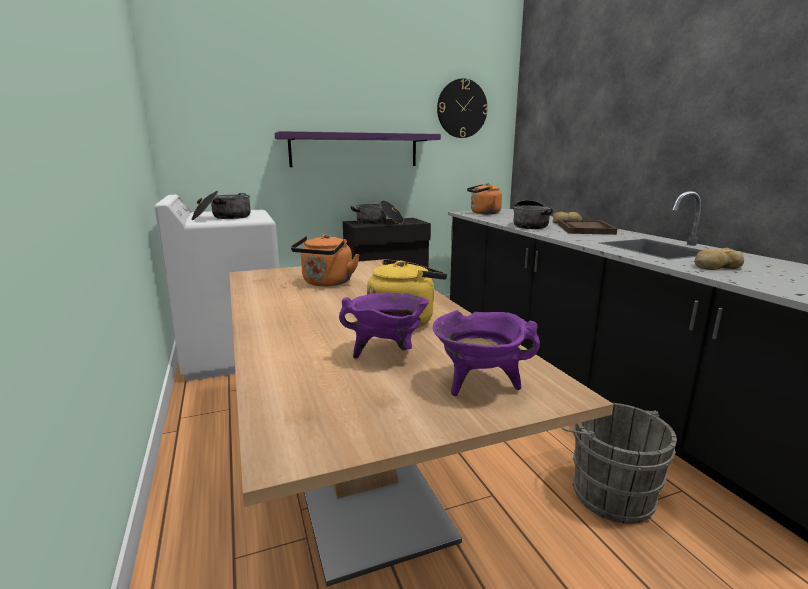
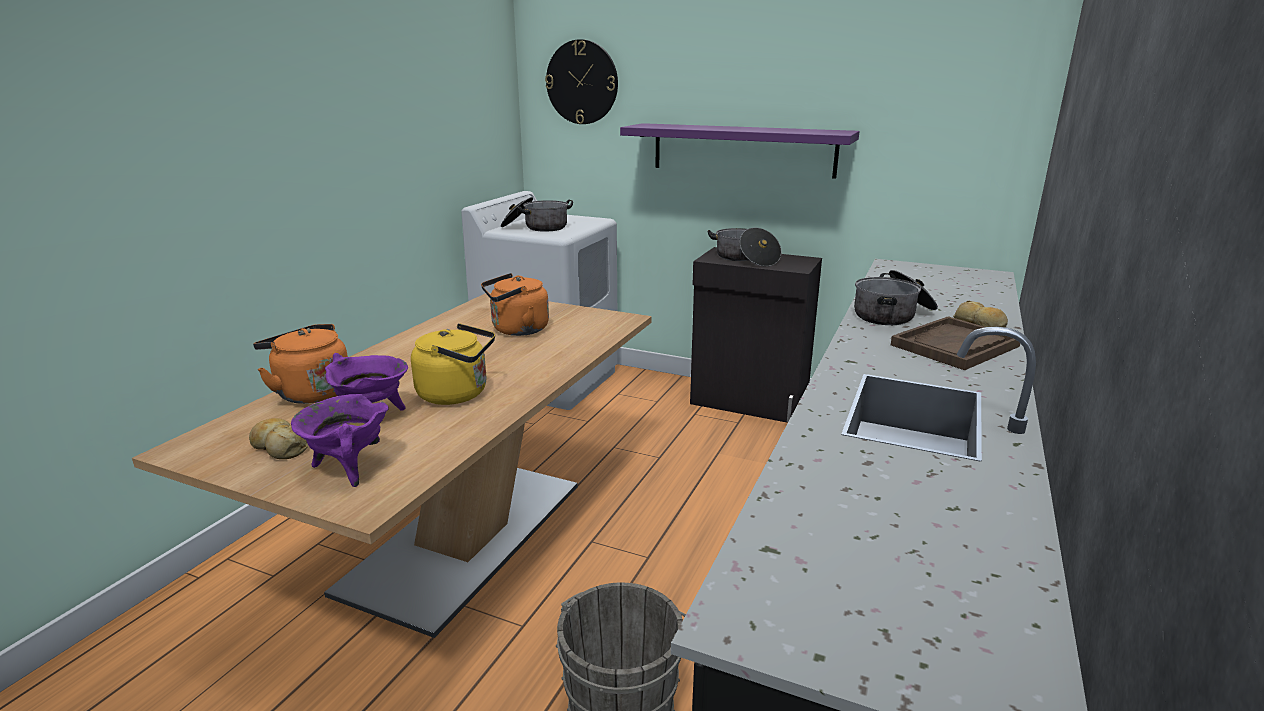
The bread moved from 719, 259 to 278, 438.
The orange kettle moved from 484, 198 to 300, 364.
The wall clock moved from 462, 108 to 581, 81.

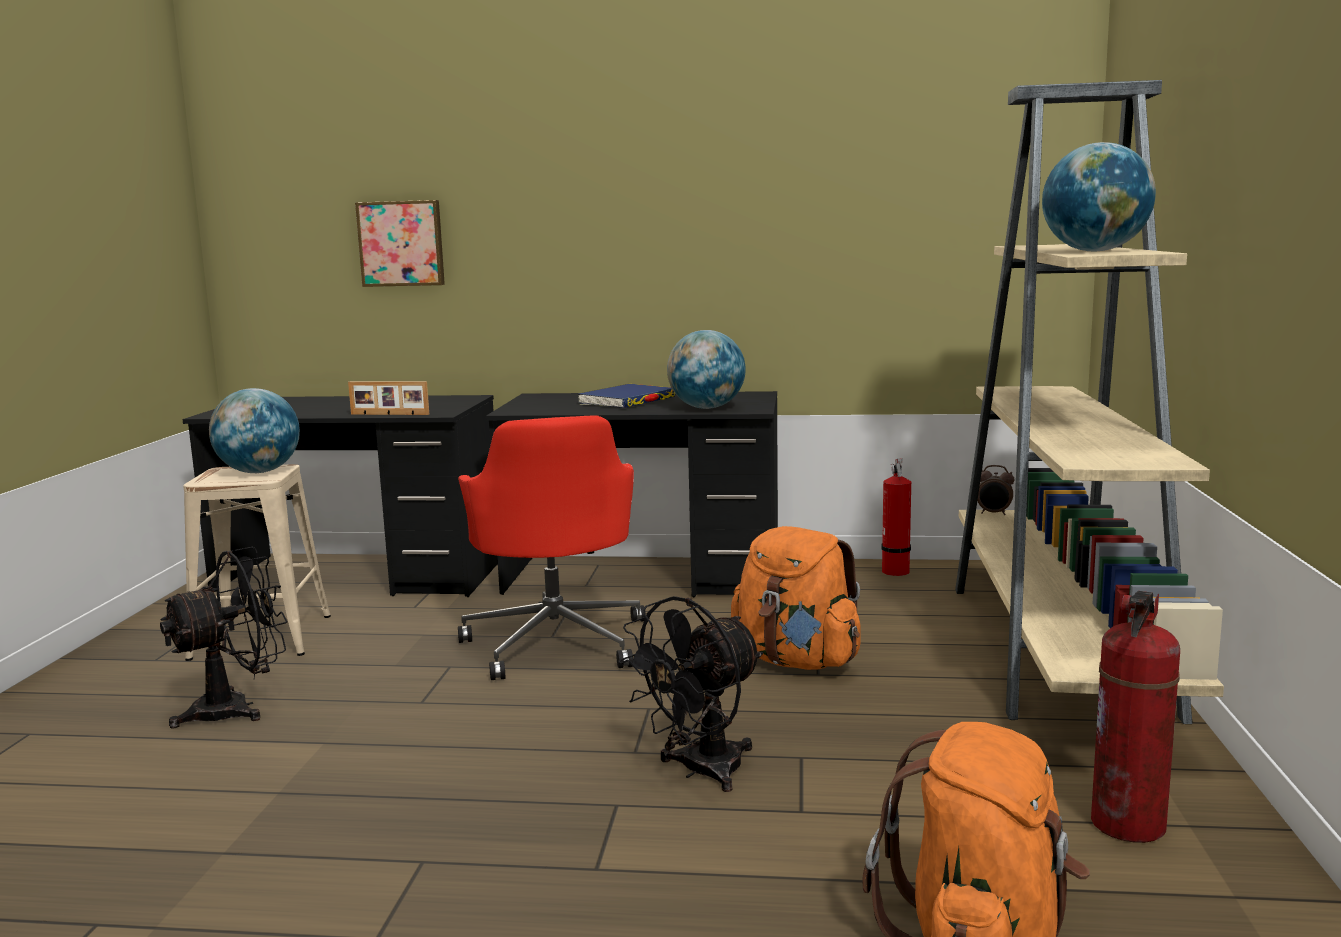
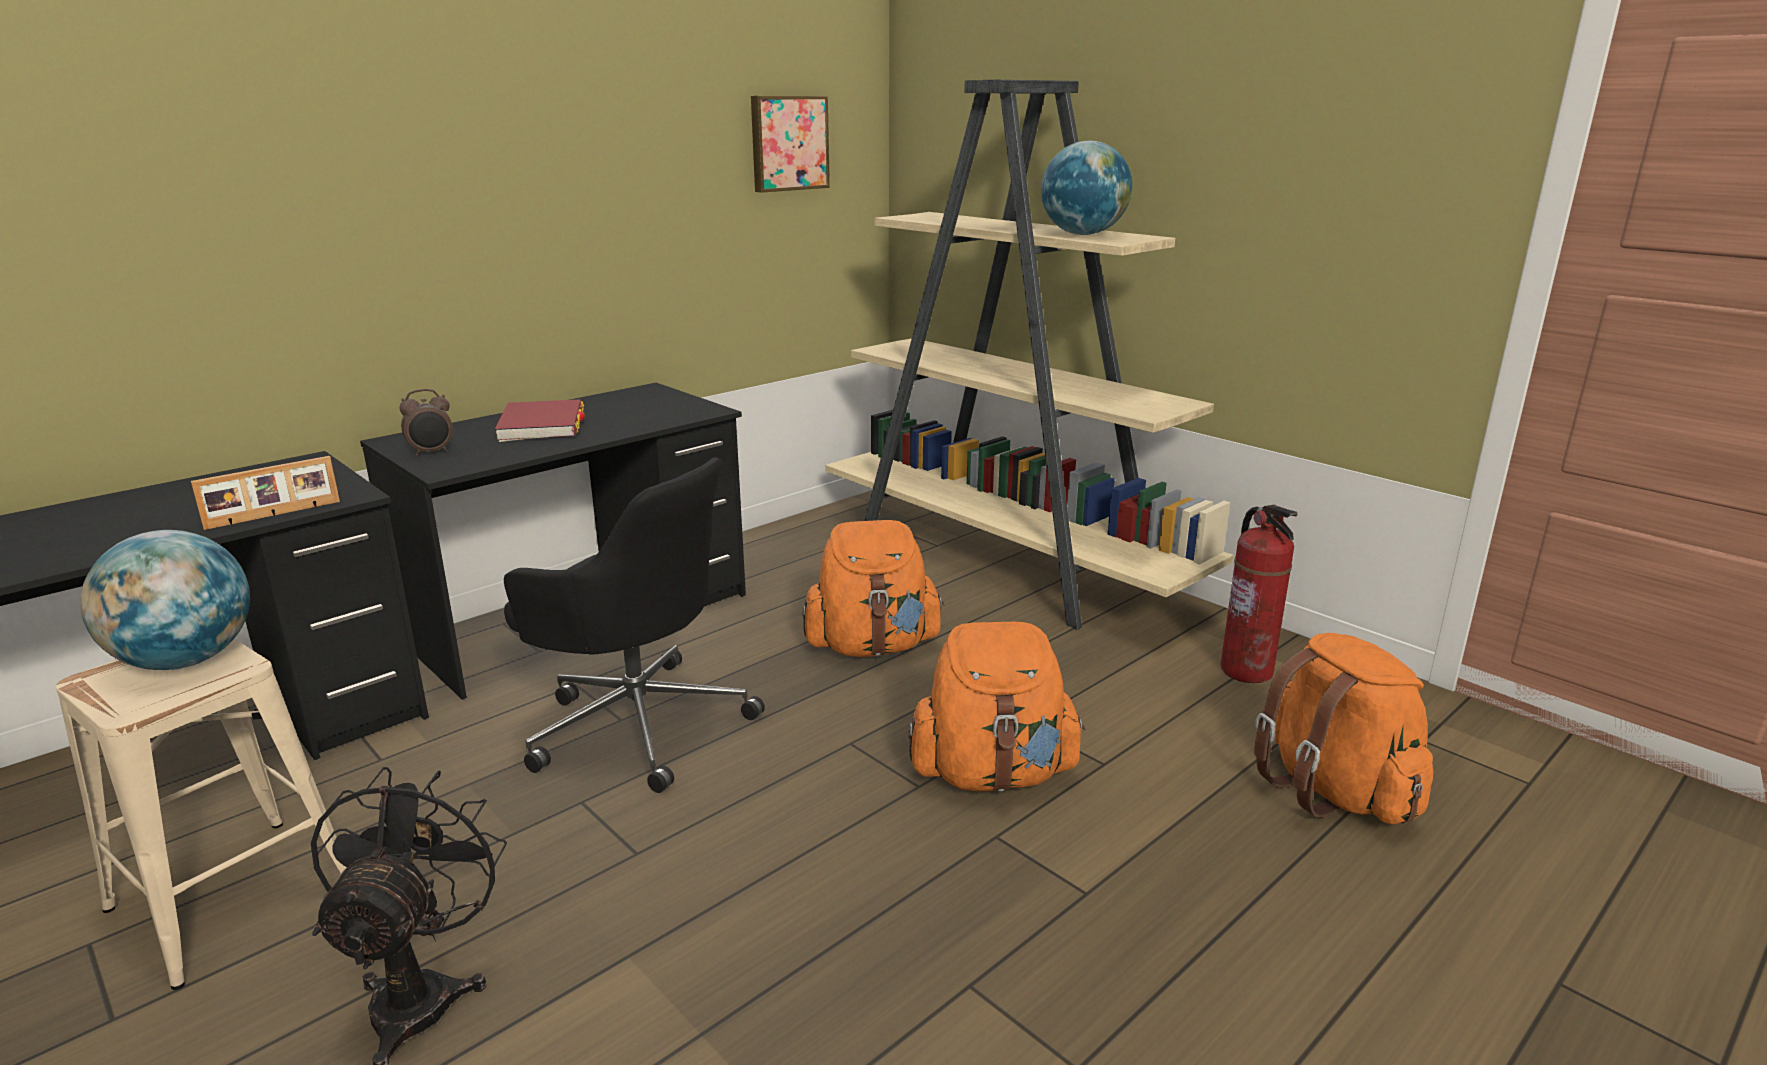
The alarm clock moved from 995, 490 to 426, 422.
The blue book at 627, 396 became the red book at 540, 420.
The red office chair at 551, 547 became the black office chair at 634, 625.
The picture moved from 400, 243 to 790, 144.
The black fan at 690, 694 was replaced by the orange backpack at 996, 707.
The globe at 706, 369 disappeared.
The fire extinguisher at 896, 517 disappeared.

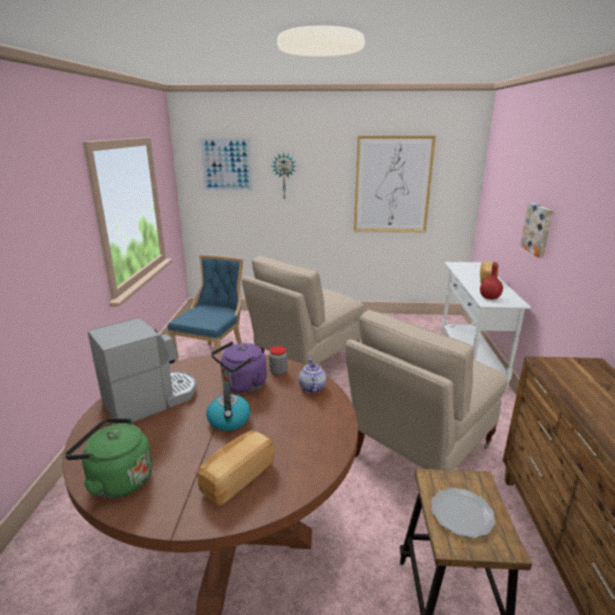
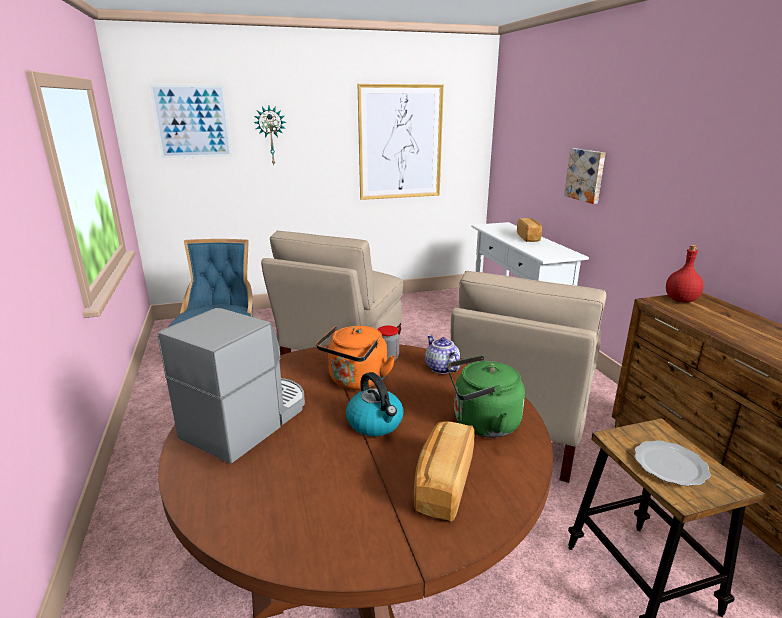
The purple kettle at 239, 367 became the orange kettle at 355, 358.
The green kettle moved from 108, 458 to 486, 396.
The red bottle moved from 491, 281 to 684, 274.

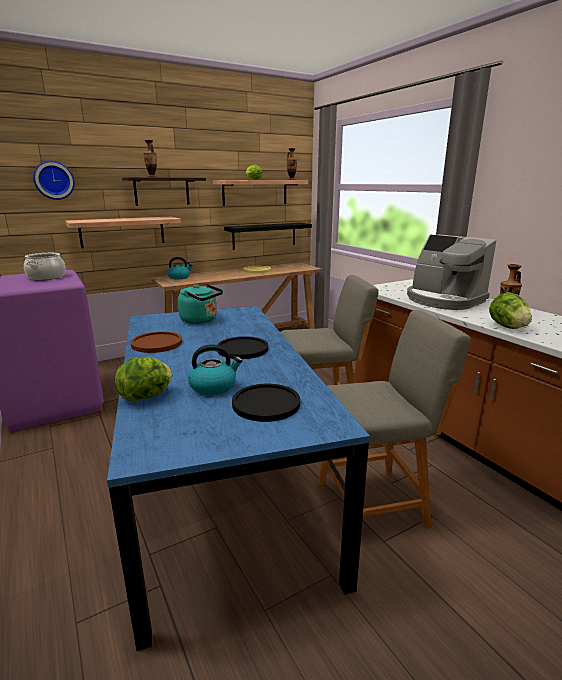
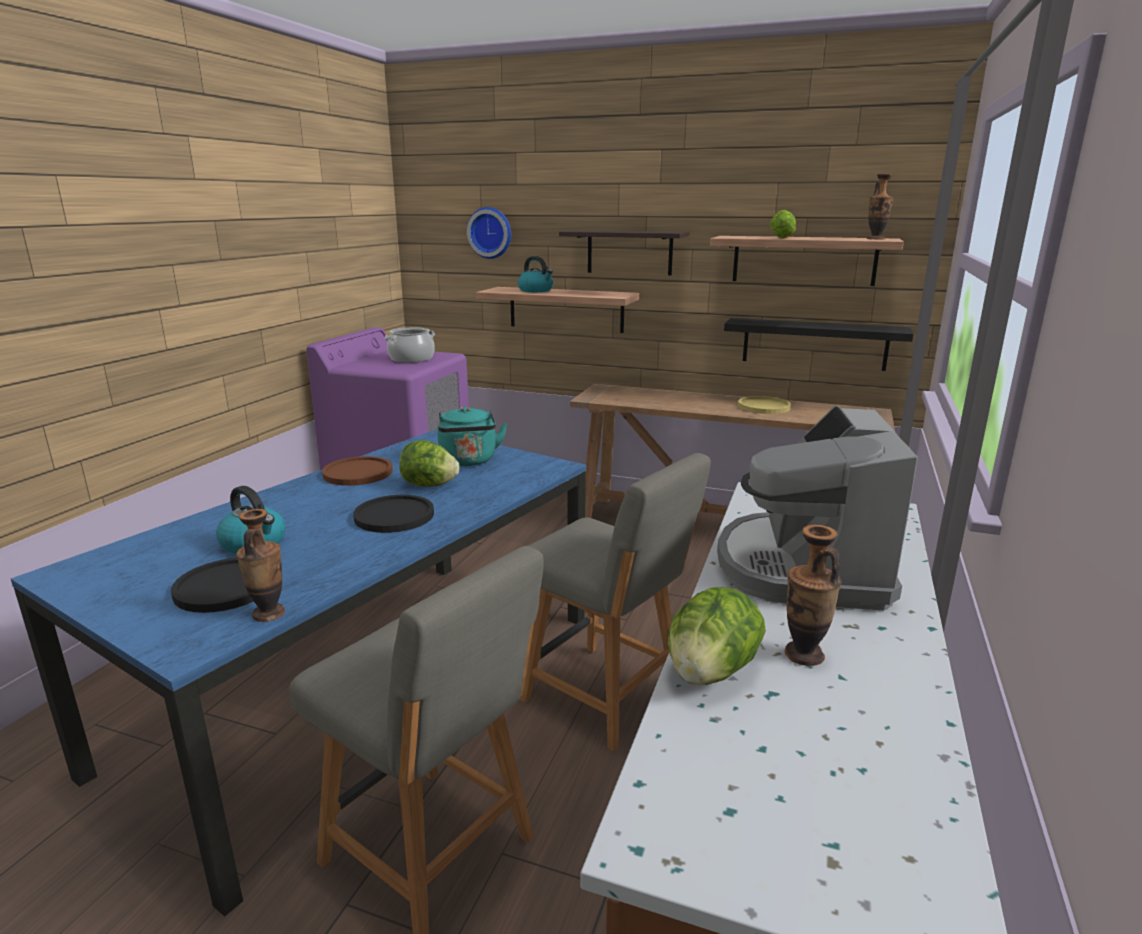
The vase moved from 150, 158 to 260, 565.
The lettuce moved from 143, 379 to 429, 463.
The kettle moved from 180, 268 to 535, 274.

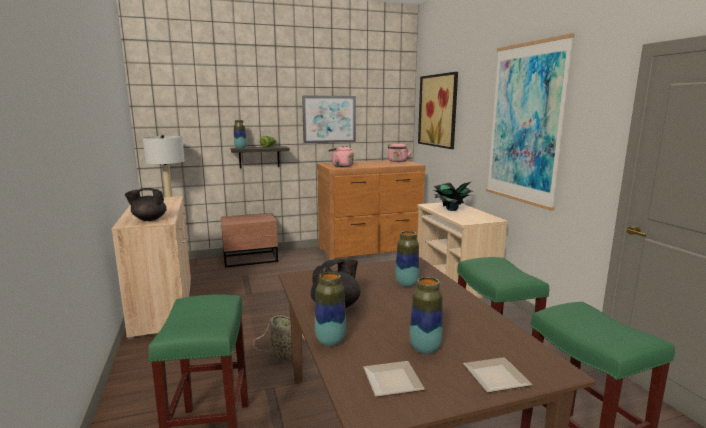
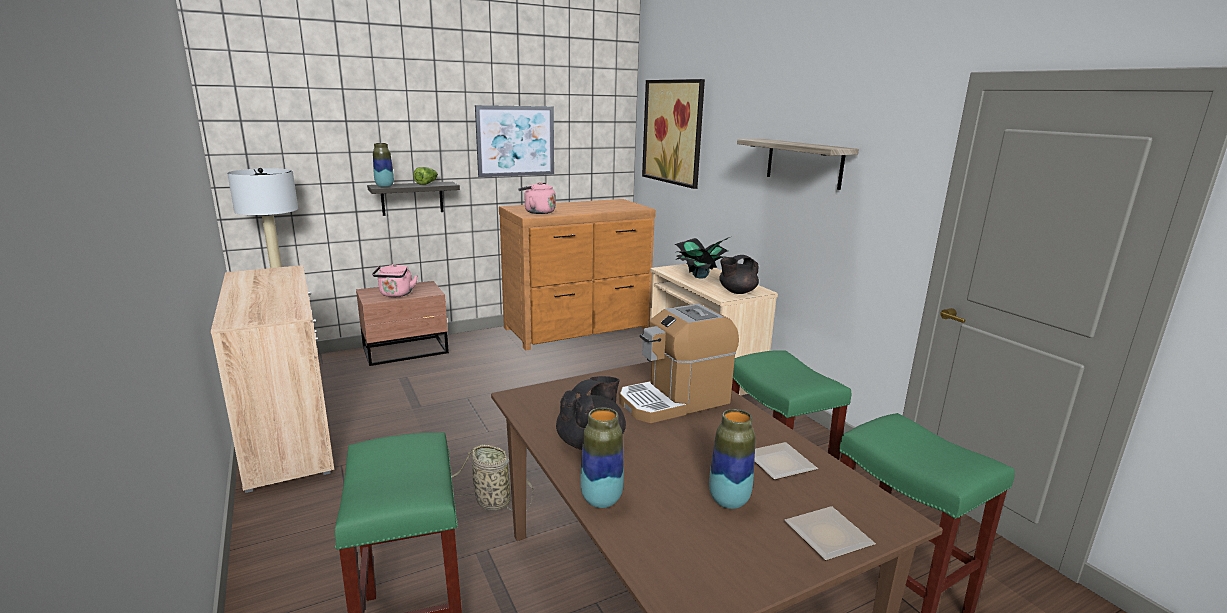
The pink kettle moved from 400, 152 to 395, 280.
The vase at 407, 259 was replaced by the coffee machine at 679, 363.
The black teapot moved from 146, 204 to 739, 274.
The picture at 530, 122 was replaced by the shelf at 798, 164.
The plate moved from 394, 379 to 786, 461.

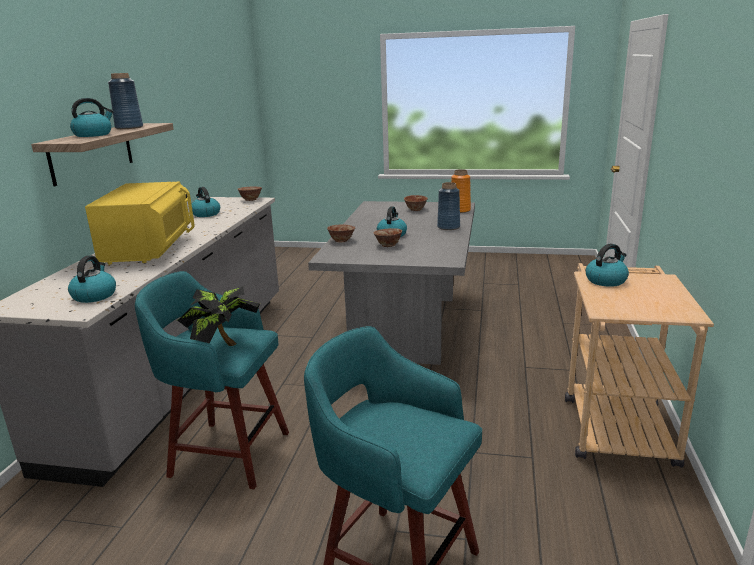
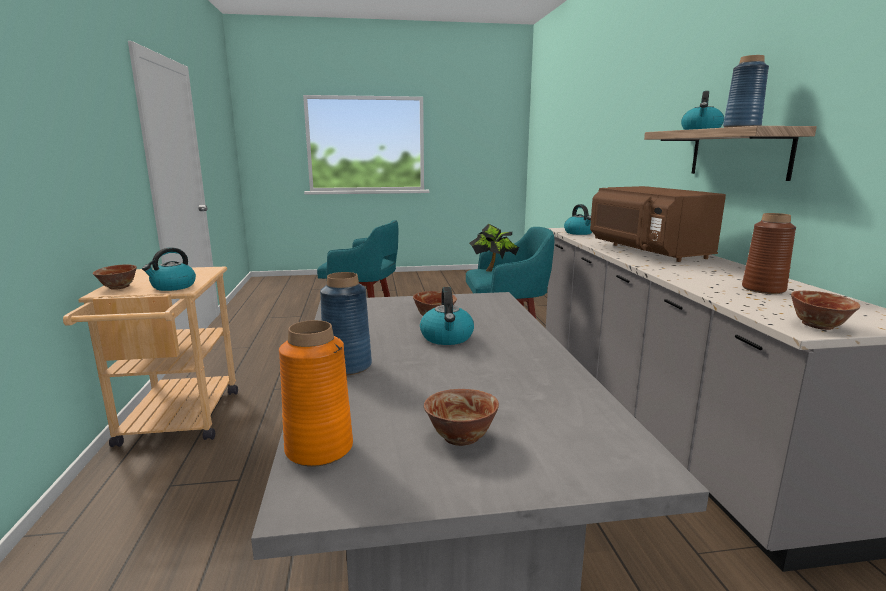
The bowl moved from 341, 234 to 115, 277.
The yellow microwave at 140, 223 became the brown microwave at 658, 224.
The kettle at 206, 202 was replaced by the brown vase at 769, 253.

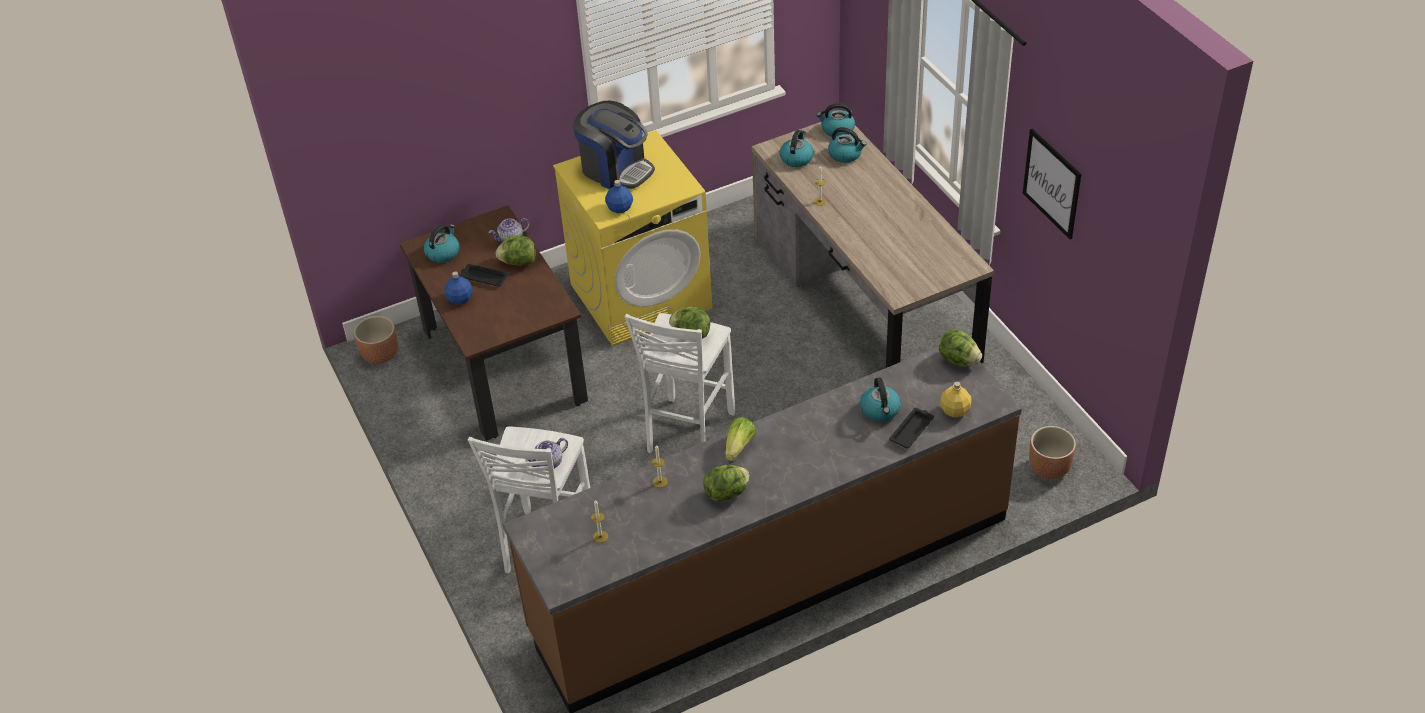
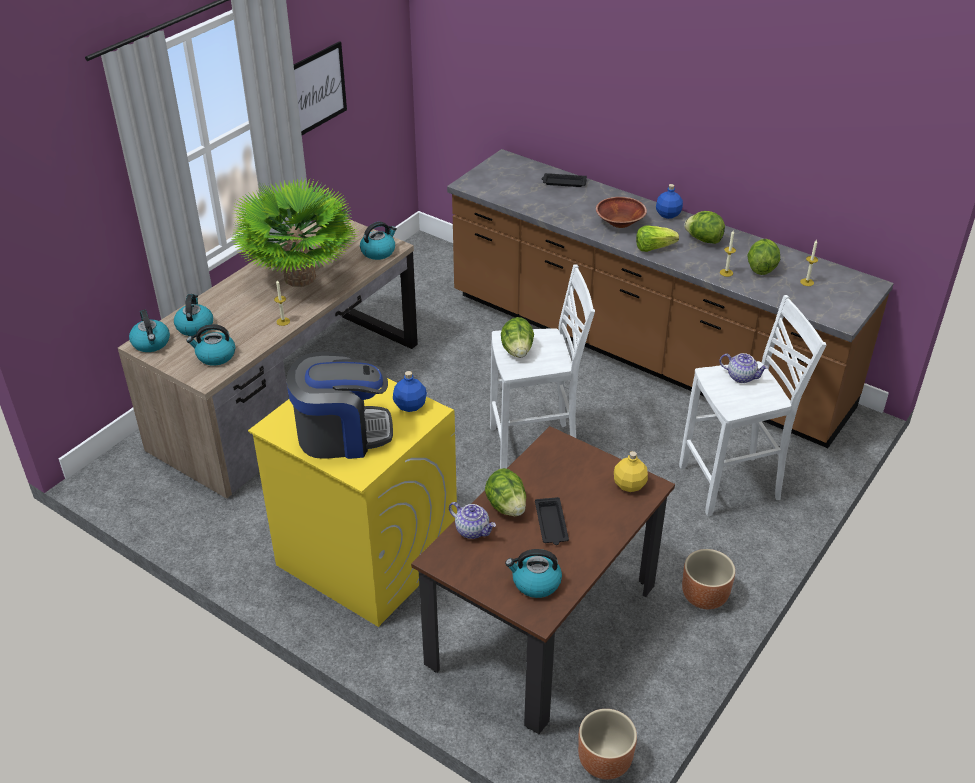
The potted plant at 295, 232 appeared.
The coffee machine at 614, 145 turned 75 degrees clockwise.
The kettle moved from 880, 399 to 378, 241.
The brown bowl at 621, 212 appeared.
The yellow bottle moved from 955, 399 to 631, 471.
The blue bottle moved from 458, 288 to 669, 201.
The brown planter moved from 1052, 452 to 708, 579.
The lettuce moved from 960, 347 to 763, 257.

